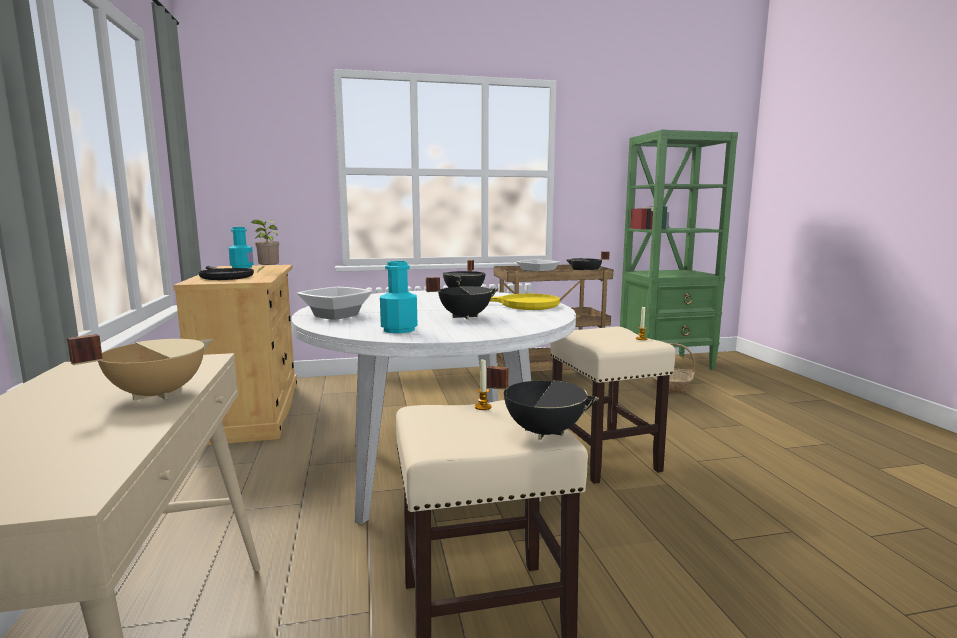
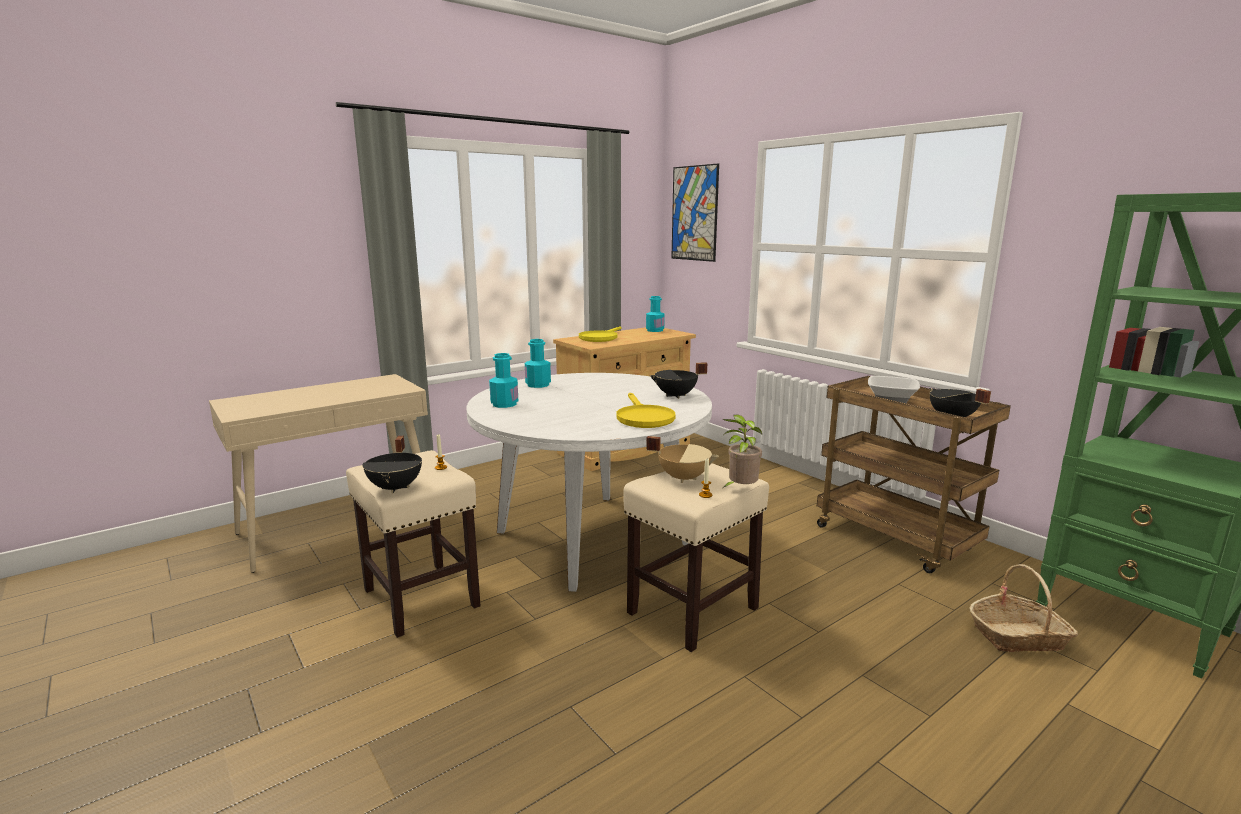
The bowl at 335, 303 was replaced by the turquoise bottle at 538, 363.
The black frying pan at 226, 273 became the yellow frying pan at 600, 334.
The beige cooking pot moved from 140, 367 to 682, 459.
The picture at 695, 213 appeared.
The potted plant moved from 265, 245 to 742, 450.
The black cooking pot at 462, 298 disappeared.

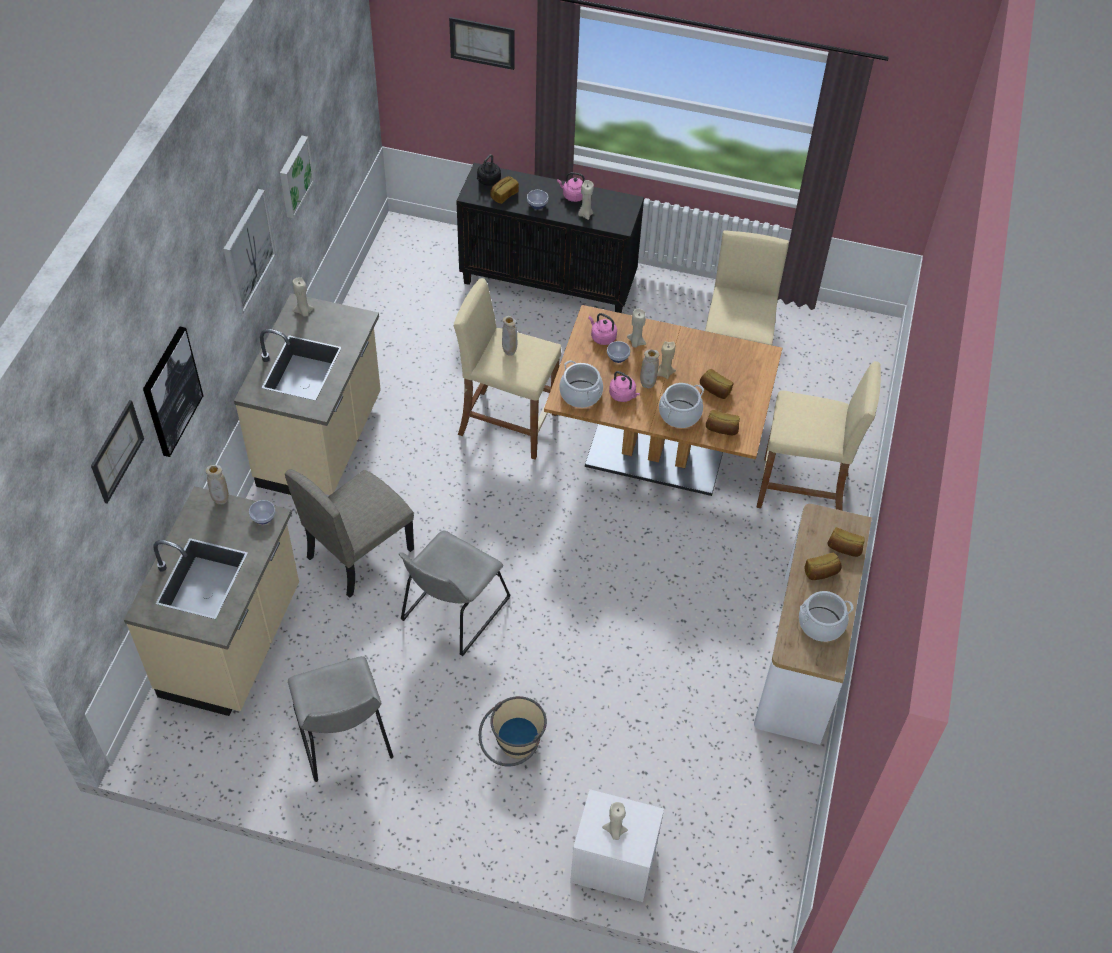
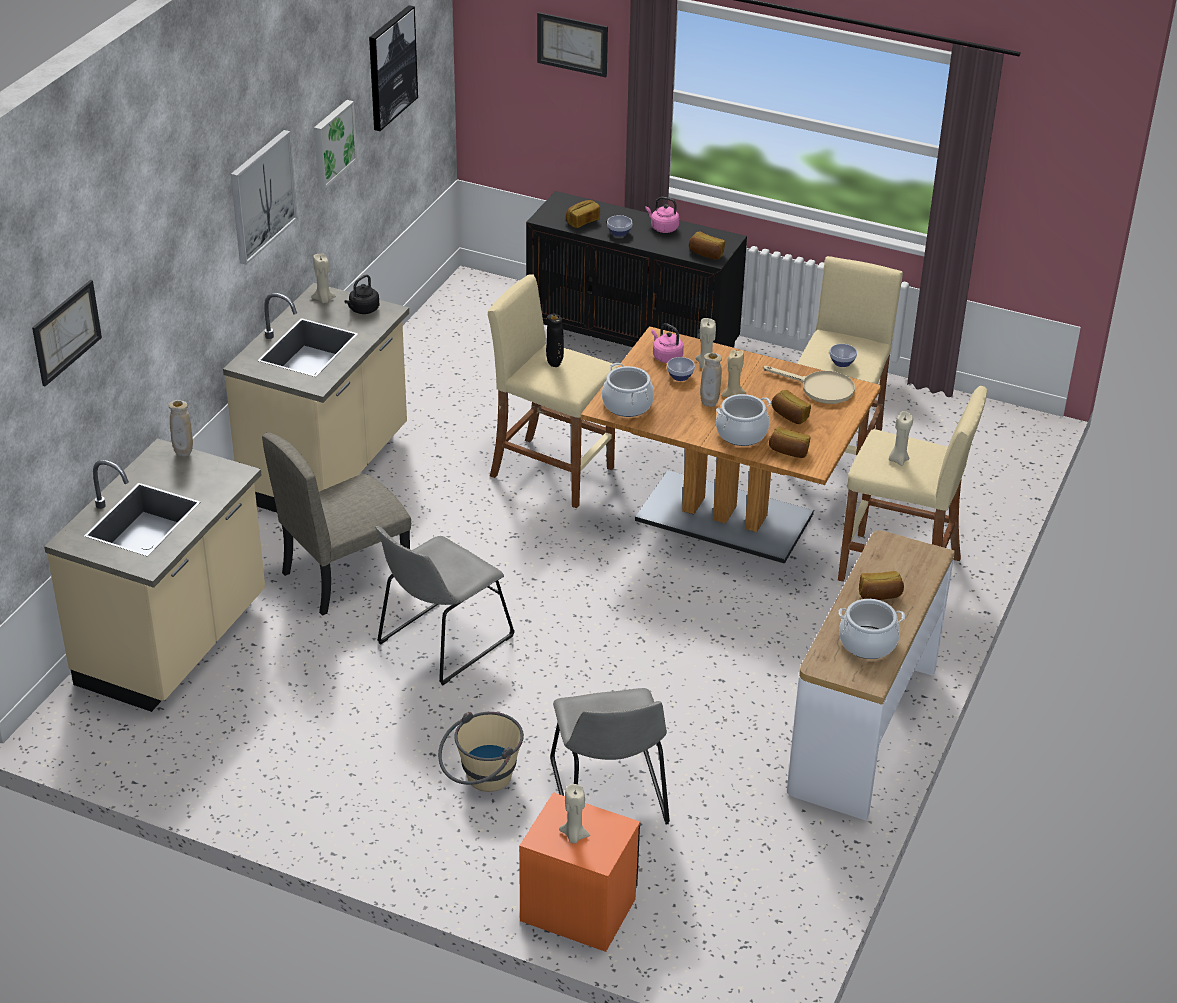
The black kettle moved from 489, 170 to 361, 294.
The picture moved from 173, 391 to 393, 68.
The white nightstand at 617, 845 became the orange nightstand at 579, 872.
The beige vase at 509, 336 became the black vase at 555, 340.
The grey chair moved from 341, 719 to 610, 756.
The bread moved from 846, 542 to 707, 245.
The beige frying pan at 809, 385 appeared.
The bowl moved from 262, 512 to 843, 355.
The beige candle moved from 586, 200 to 901, 438.
The pink kettle at 624, 386 disappeared.

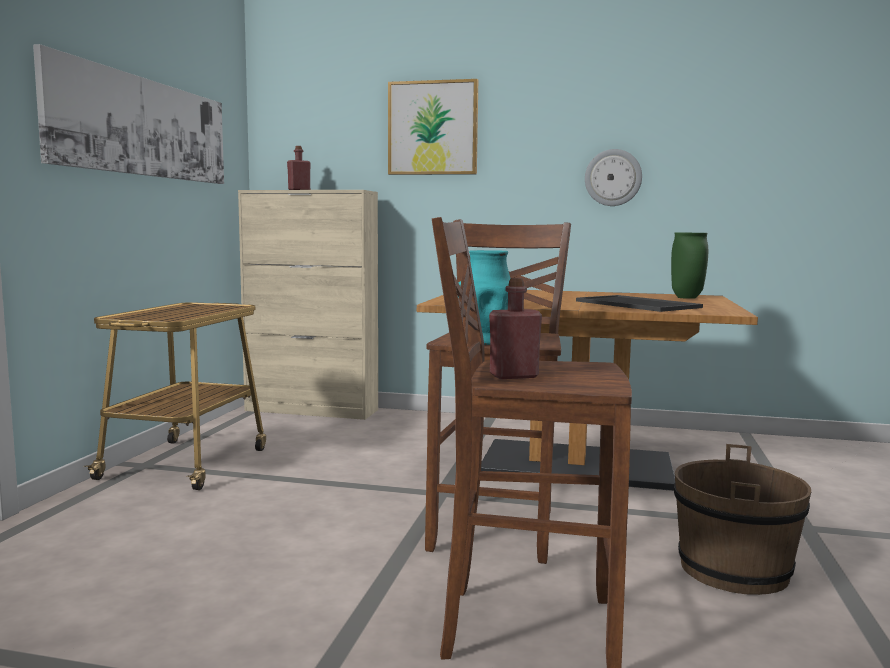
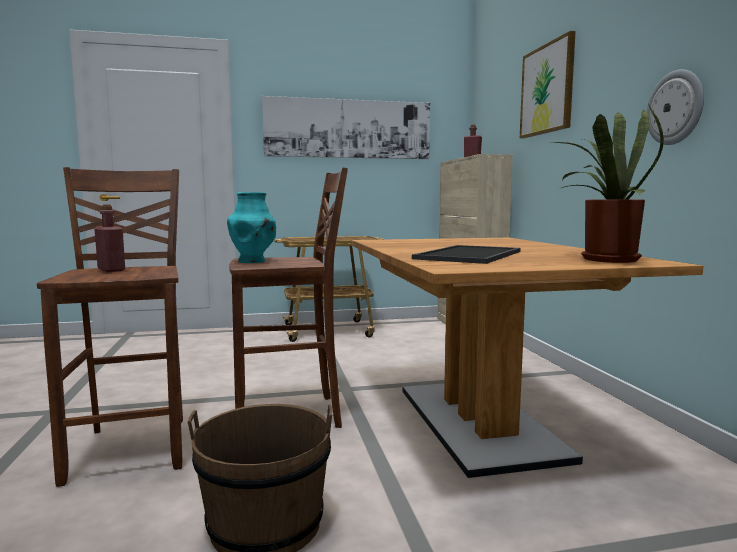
The green vase at 689, 265 was replaced by the potted plant at 608, 183.

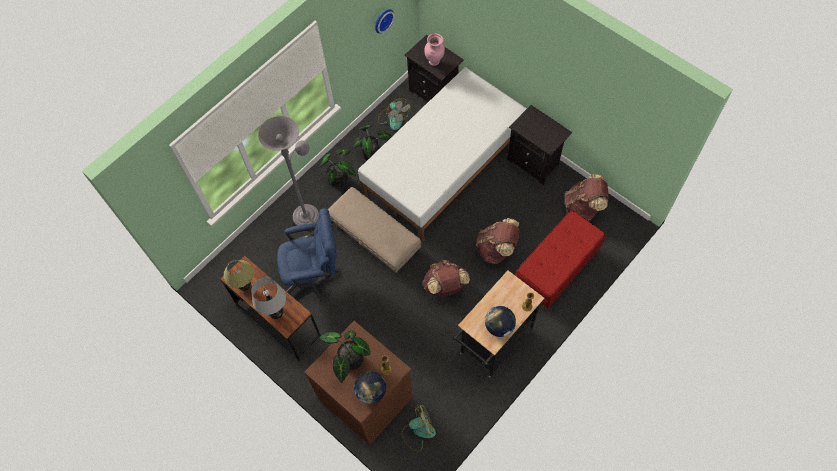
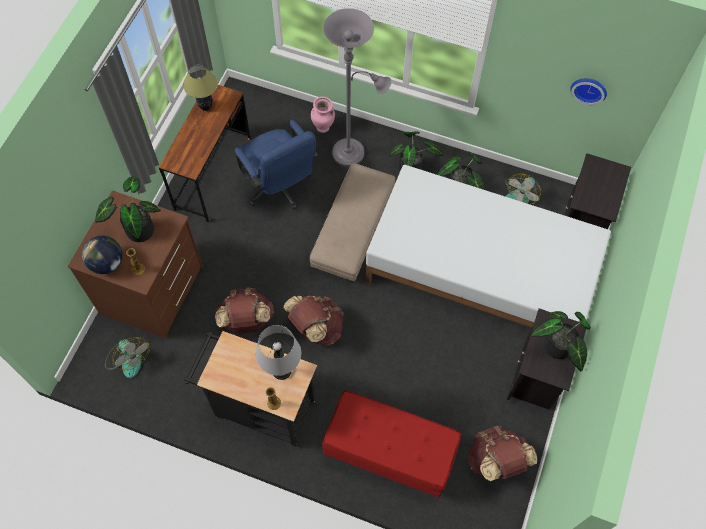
The brown backpack moved from 498, 241 to 244, 310.
The grey table lamp moved from 268, 298 to 278, 352.
The pink vase moved from 435, 49 to 323, 114.
The potted plant at 561, 341 appeared.
The globe at 500, 321 disappeared.

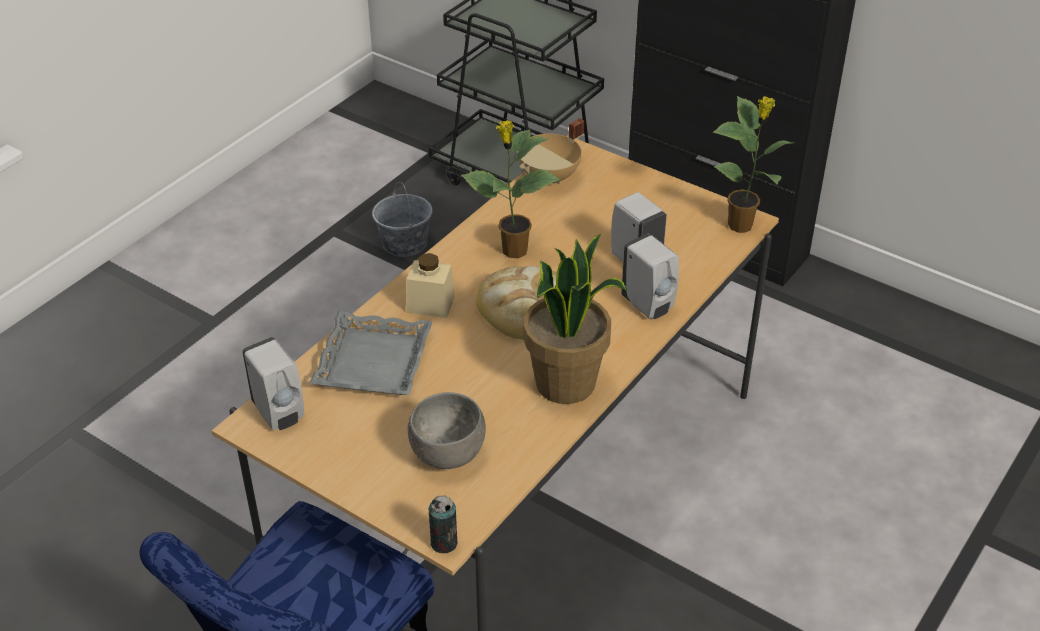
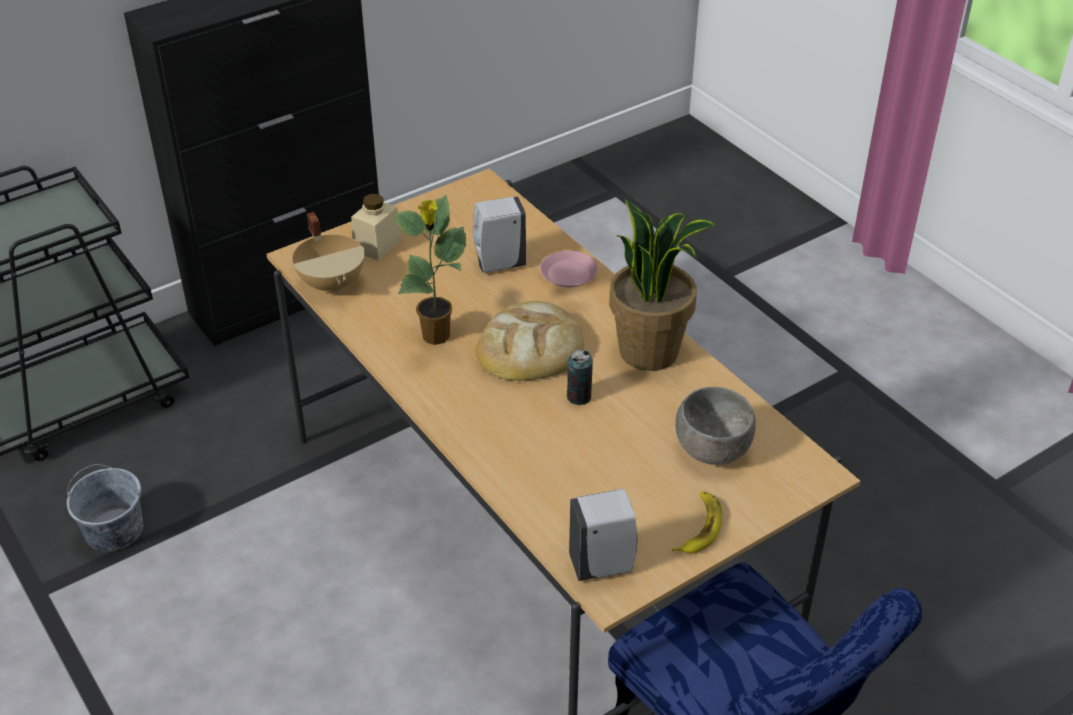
The beige jar moved from 430, 285 to 376, 227.
The white soap dispenser at 650, 276 was replaced by the pink plate at 569, 269.
The can moved from 443, 524 to 580, 377.
The banana at 697, 522 appeared.
The grey tray at 371, 353 disappeared.
The potted plant at 752, 164 disappeared.

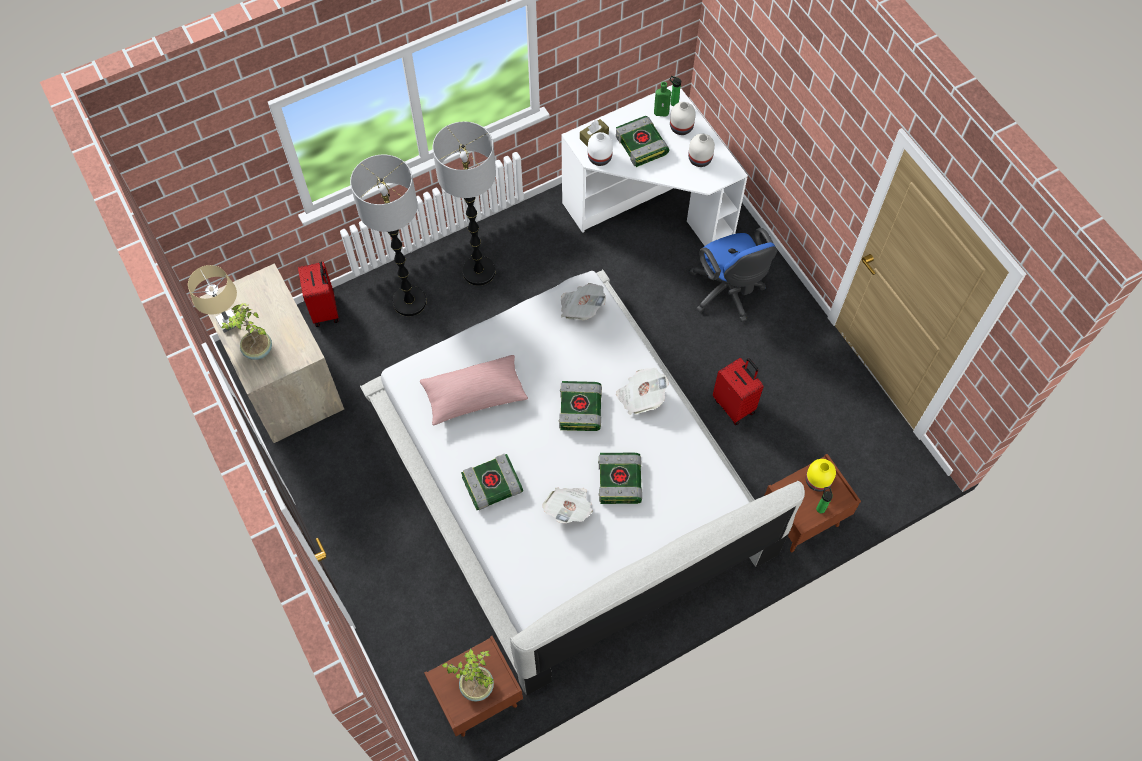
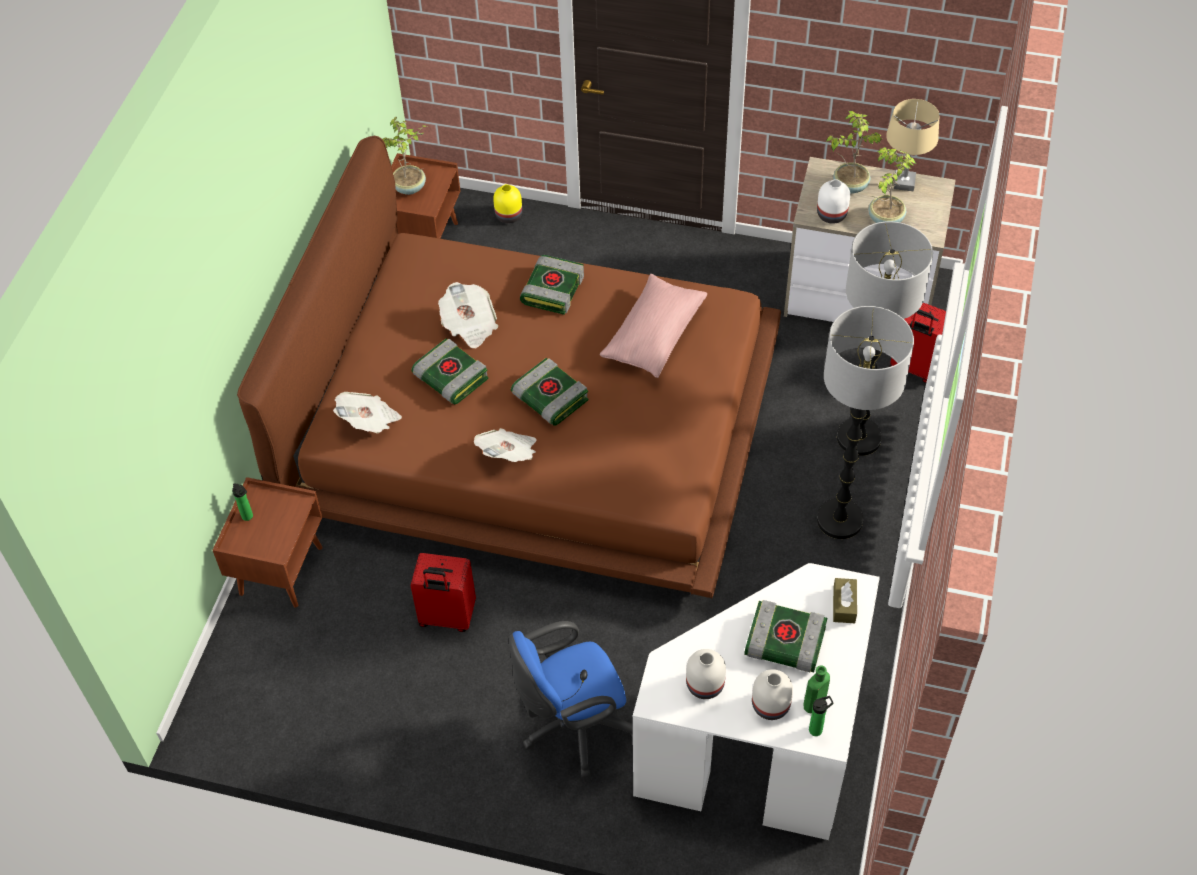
The white bed at 582, 482 became the brown bed at 509, 367.
The newspaper moved from 583, 302 to 367, 412.
The yellow vase moved from 821, 475 to 507, 203.
The blue office chair at 733, 275 turned 45 degrees counterclockwise.
The white vase moved from 600, 149 to 833, 201.
The potted plant at 892, 185 appeared.

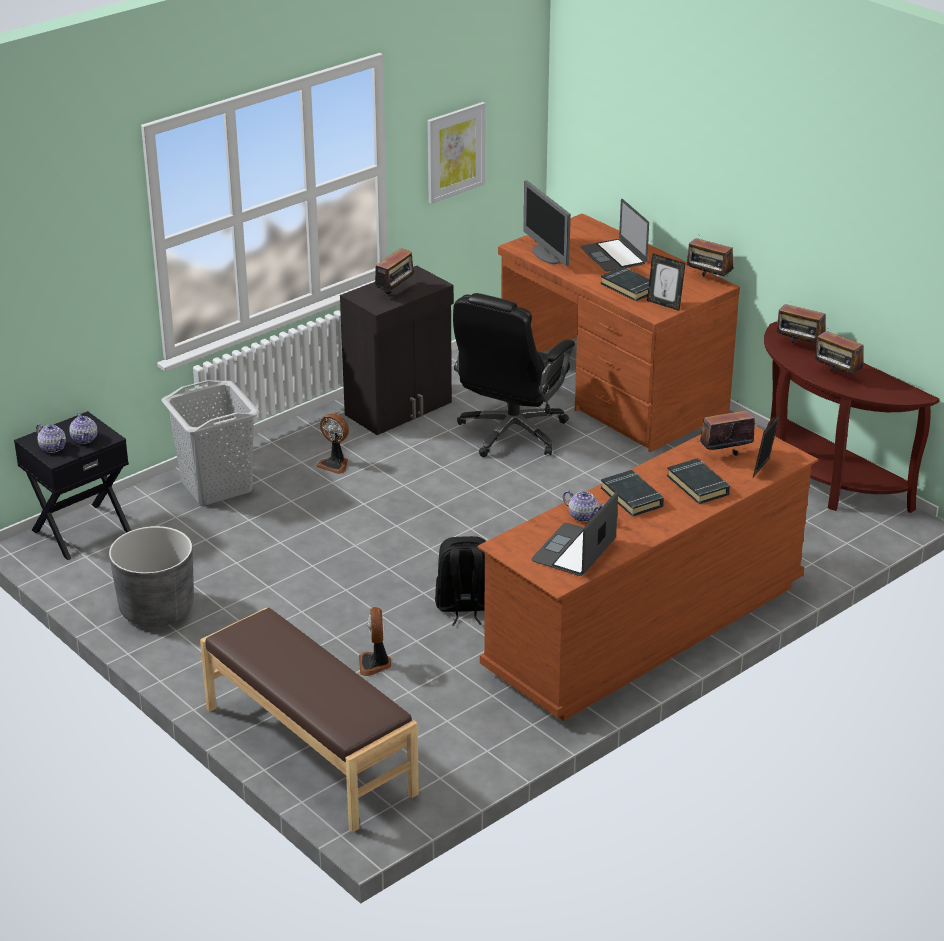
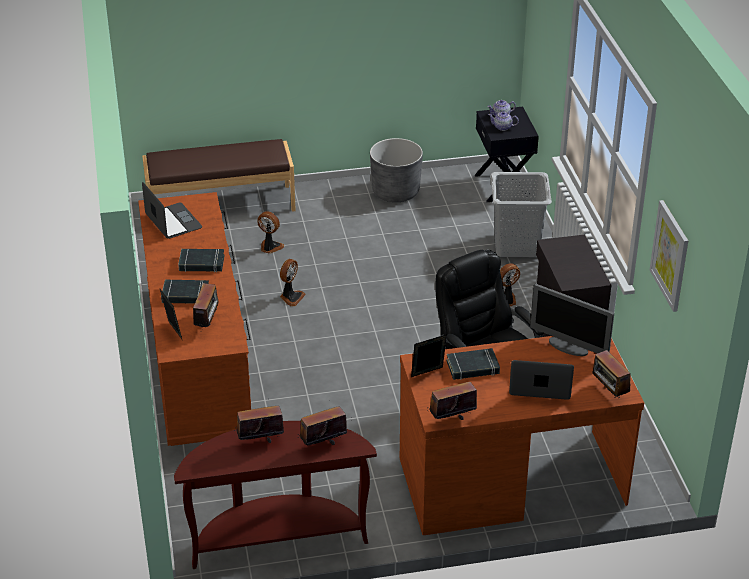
The black backpack at 460, 581 was replaced by the fan at 293, 282.
The monitor at 547, 223 turned 150 degrees counterclockwise.
The radio moved from 396, 271 to 611, 374.
The teapot at 583, 506 disappeared.

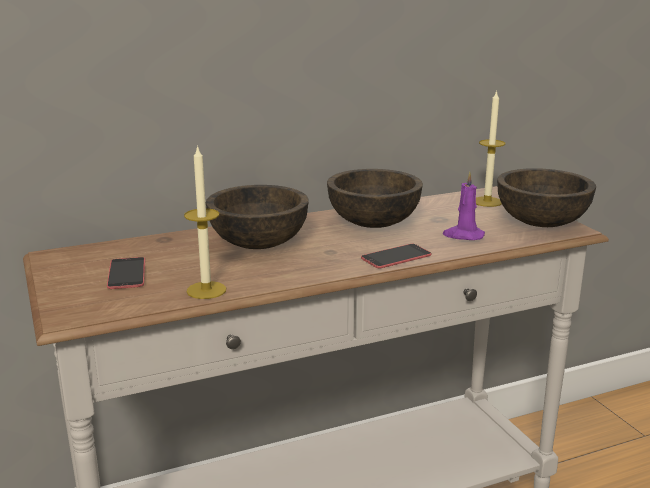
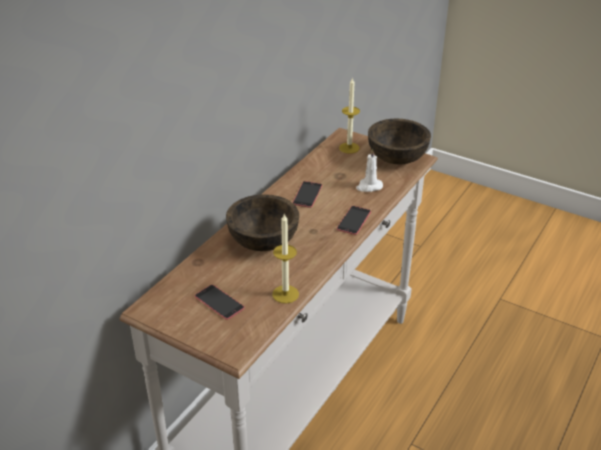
The brown bowl at 375, 198 was replaced by the phone at 307, 194.
The purple candle at 464, 205 became the white candle at 369, 170.

